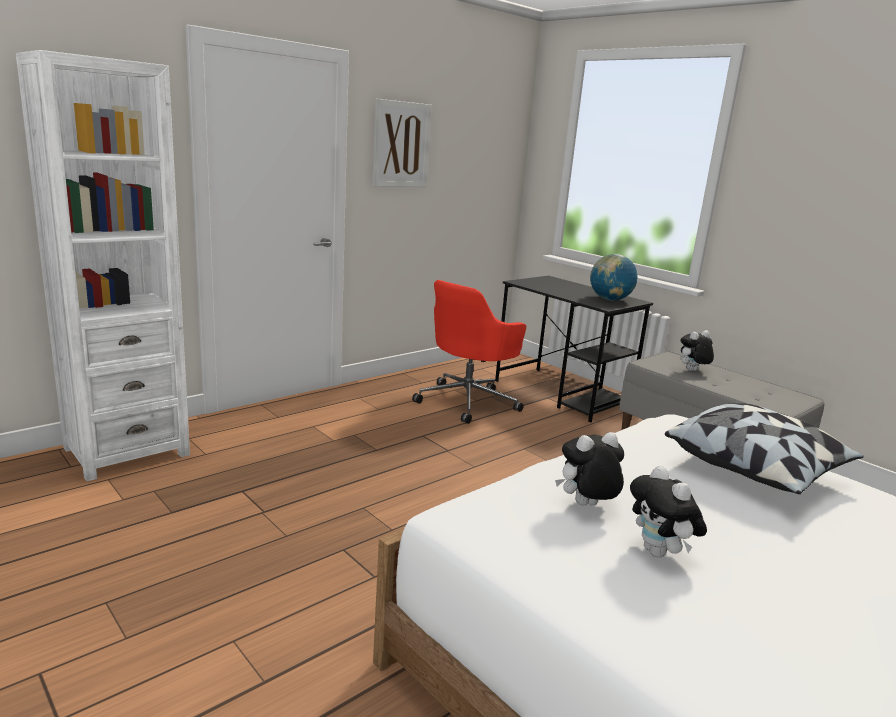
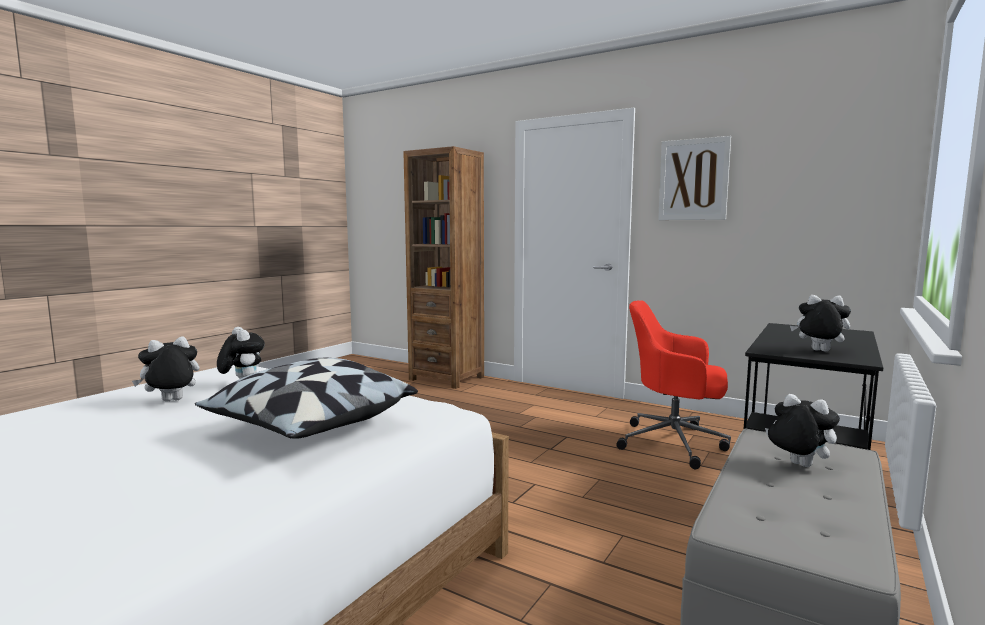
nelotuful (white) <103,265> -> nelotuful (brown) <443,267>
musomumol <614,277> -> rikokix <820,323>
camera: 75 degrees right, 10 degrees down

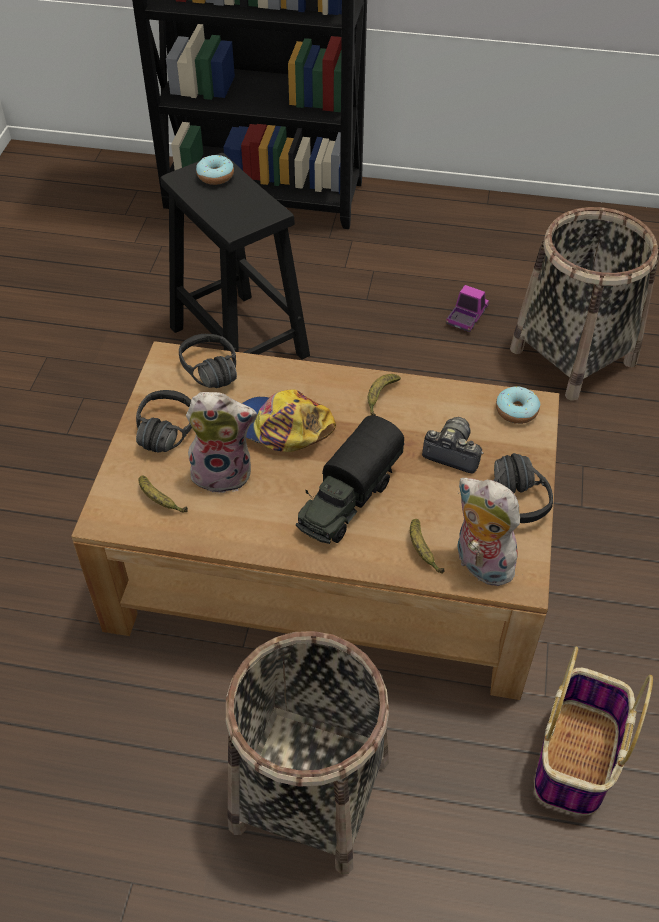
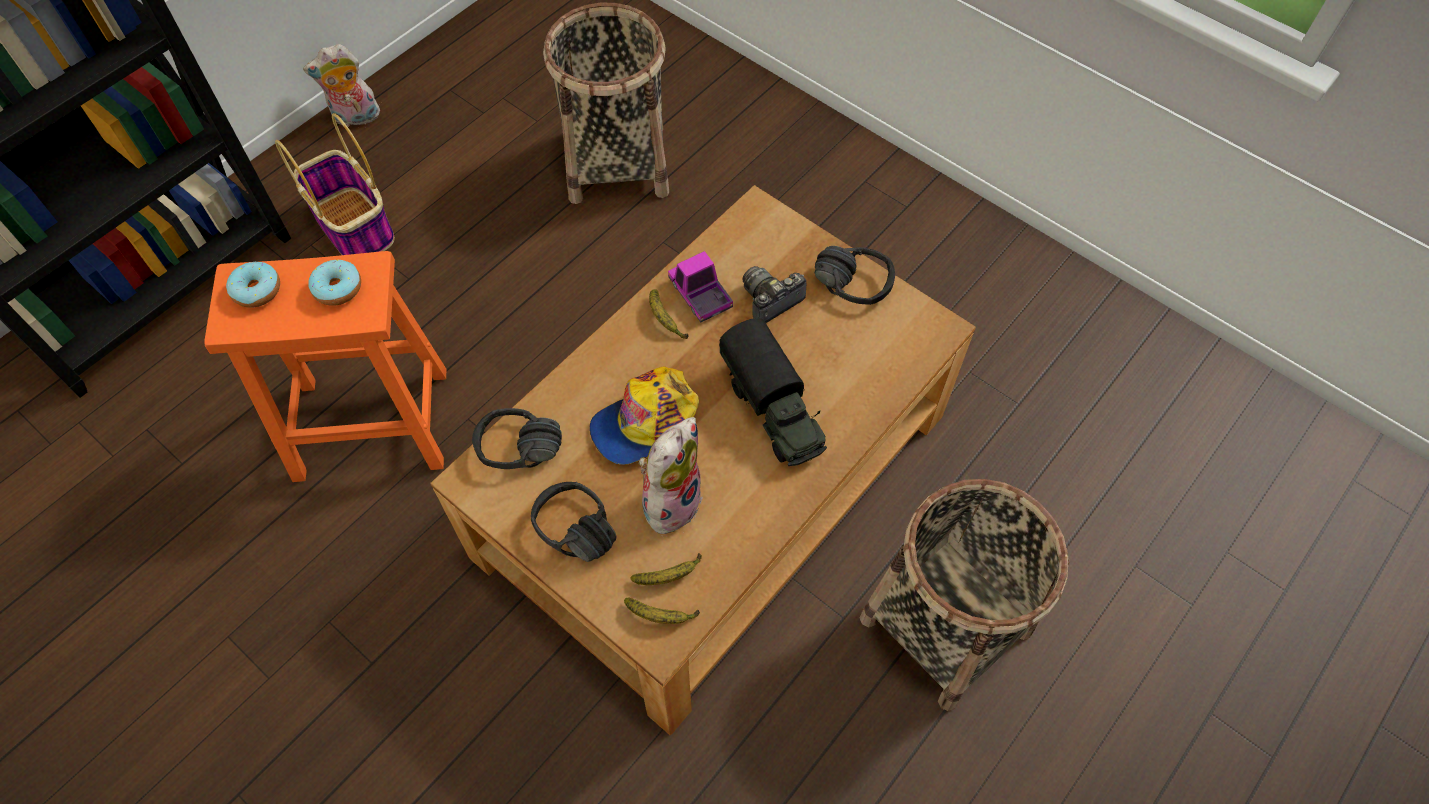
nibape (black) <235,256> -> nibape (orange) <325,366>
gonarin <593,731> -> gonarin <335,184>, relocated
rikokix <488,532> -> rikokix <341,85>, relocated
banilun <518,405> -> banilun <334,282>, relocated
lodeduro <427,546> -> lodeduro <662,611>, relocated
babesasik <467,308> -> babesasik <700,286>, relocated
camera: 60 degrees left, 10 degrees up

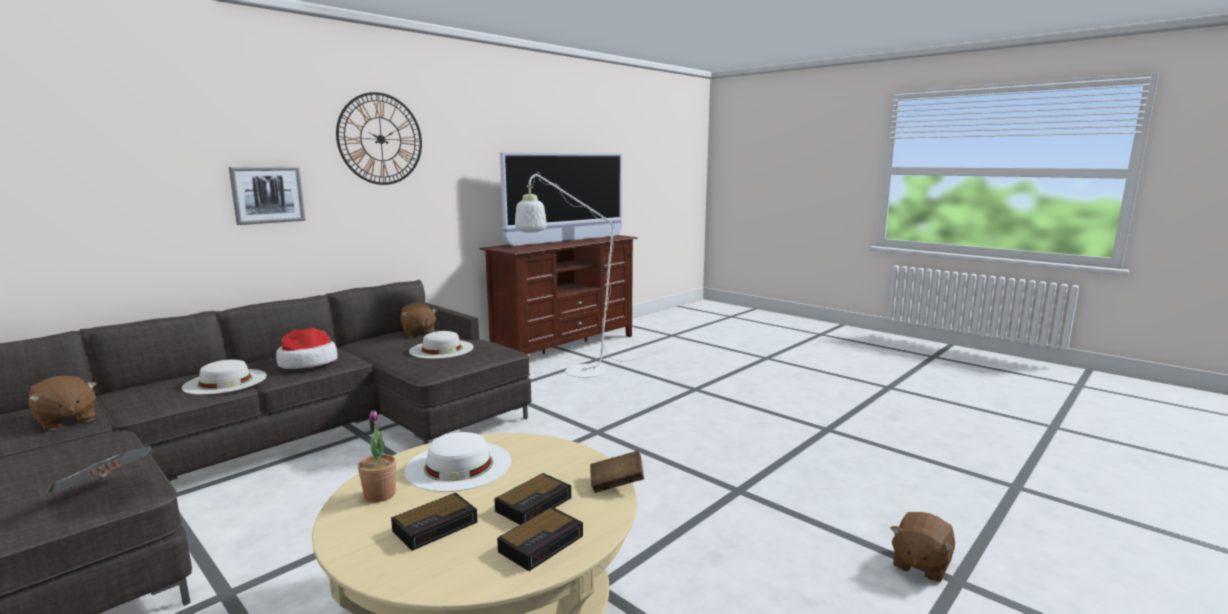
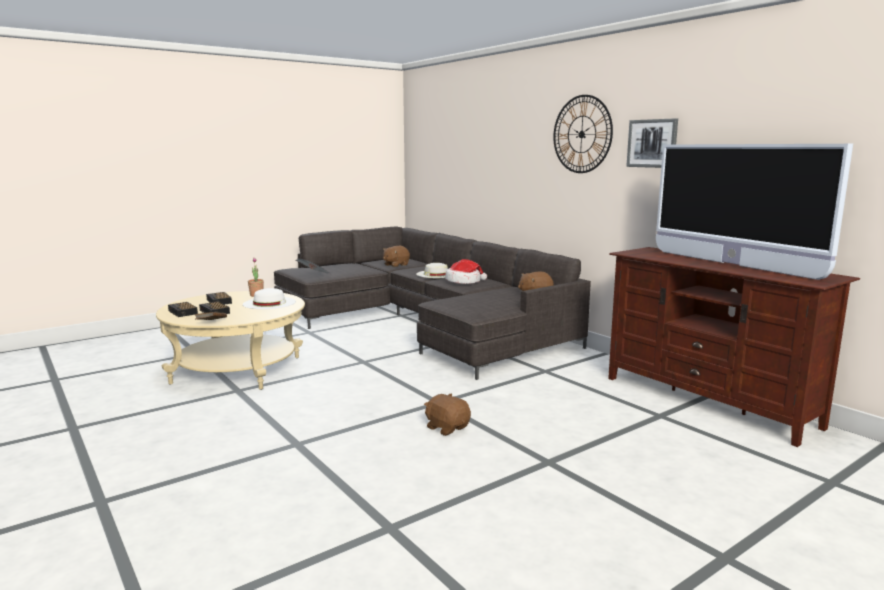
rikokix (brown) <922,547> -> rikokix (brown) <447,414>, relocated
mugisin <267,195> -> mugisin <652,143>, relocated
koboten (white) <441,345> -> none
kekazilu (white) <592,275> -> none
camera: 100 degrees right, 0 degrees up

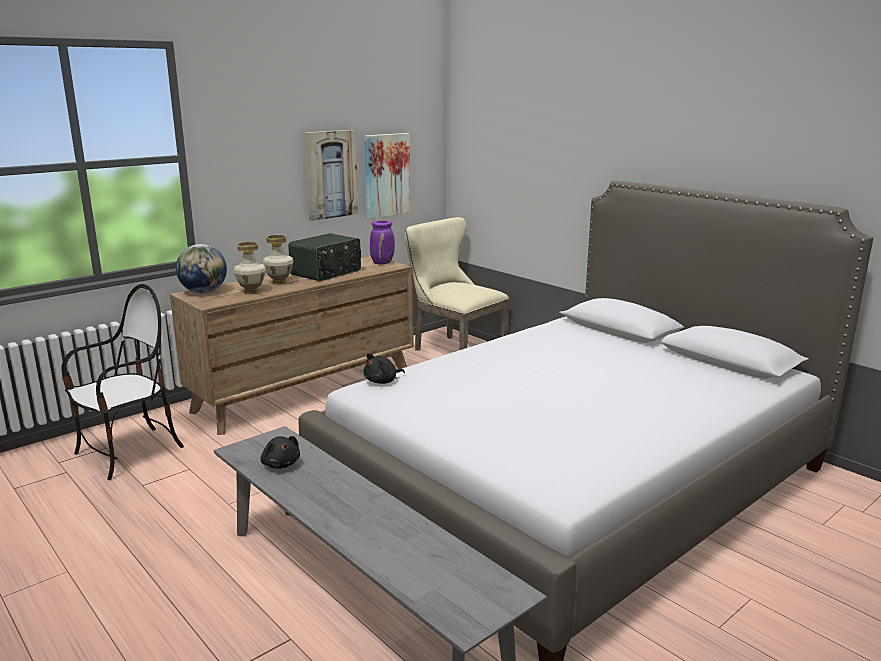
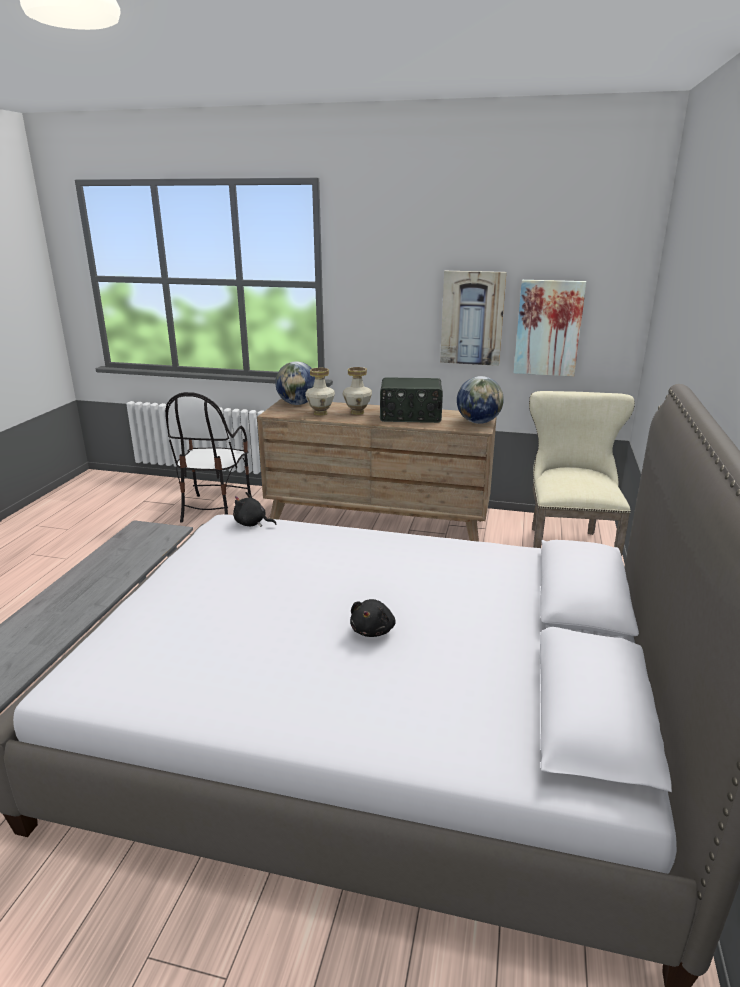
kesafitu <122,382> -> kesafitu <208,457>, 90 degrees clockwise
rikokix (black) <280,452> -> rikokix (black) <373,618>, relocated
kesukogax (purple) <382,243> -> musomumol <480,400>
camera: 55 degrees right, 5 degrees up

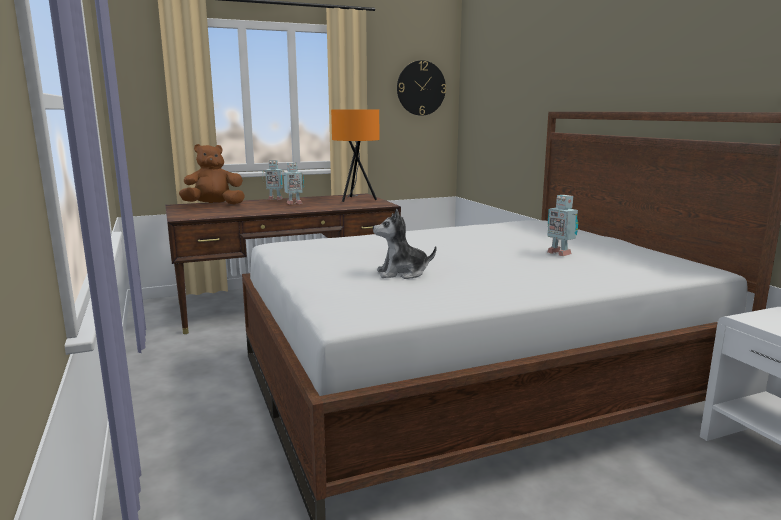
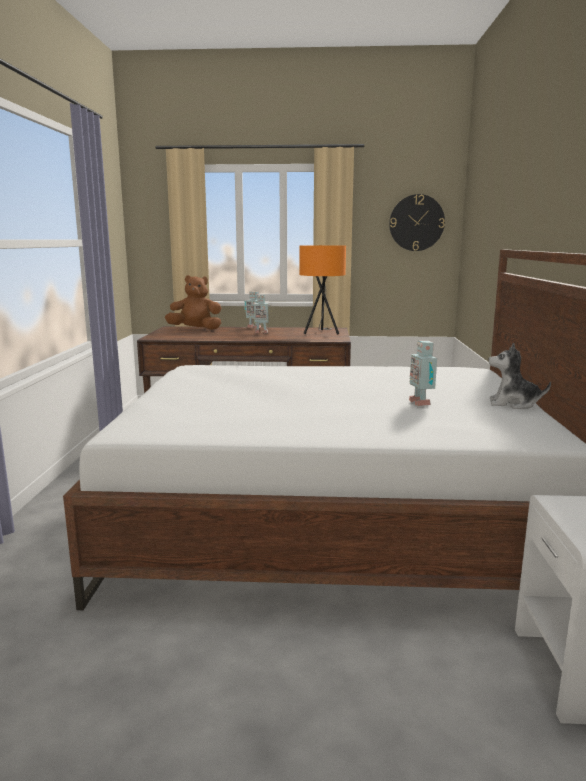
rikokix <404,244> -> rikokix <520,376>, relocated
camera: 25 degrees right, 0 degrees up

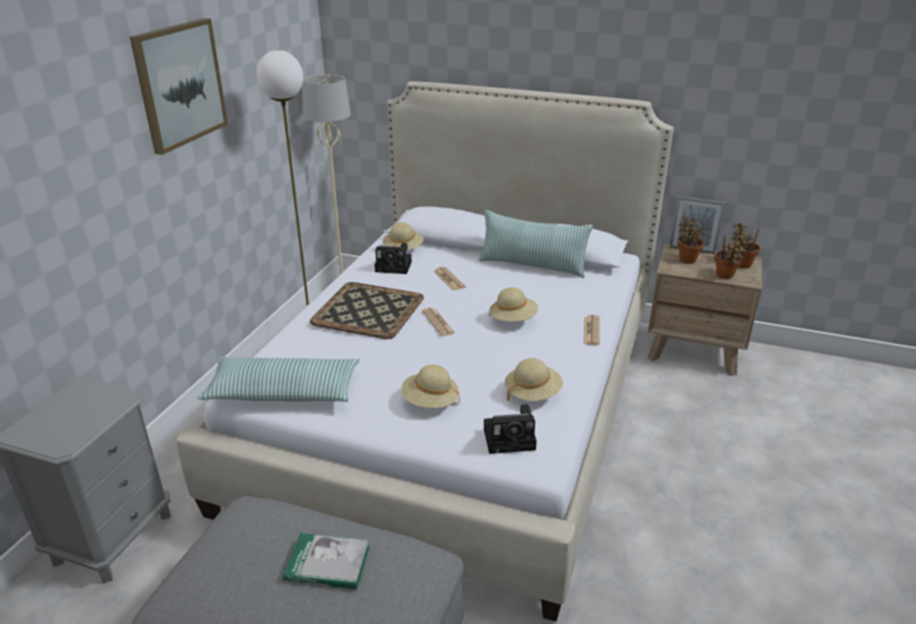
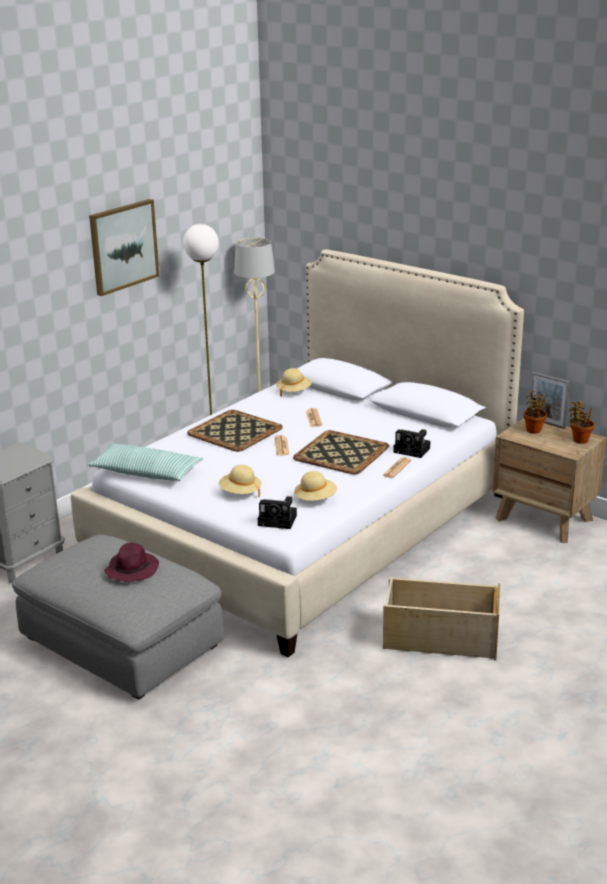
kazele <326,561> -> koboten (purple) <131,562>
koboten (beige) <513,304> -> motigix <341,452>
none -> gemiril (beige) <441,619>
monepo <393,258> -> monepo <411,443>, relocated
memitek <536,244> -> none
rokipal <731,257> -> none
camera: 20 degrees right, 5 degrees down

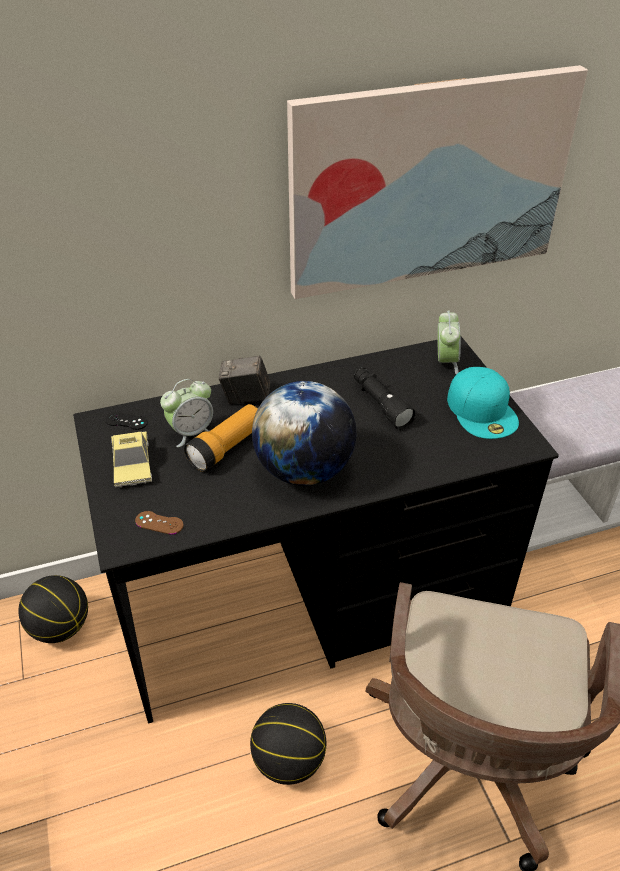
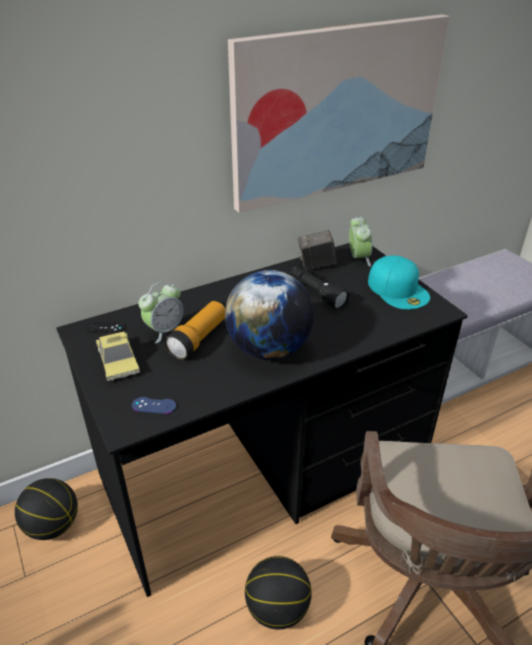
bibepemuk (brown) <159,523> -> bibepemuk (blue) <154,405>
monepo <244,380> -> monepo <317,250>, relocated
camera: 10 degrees left, 5 degrees down

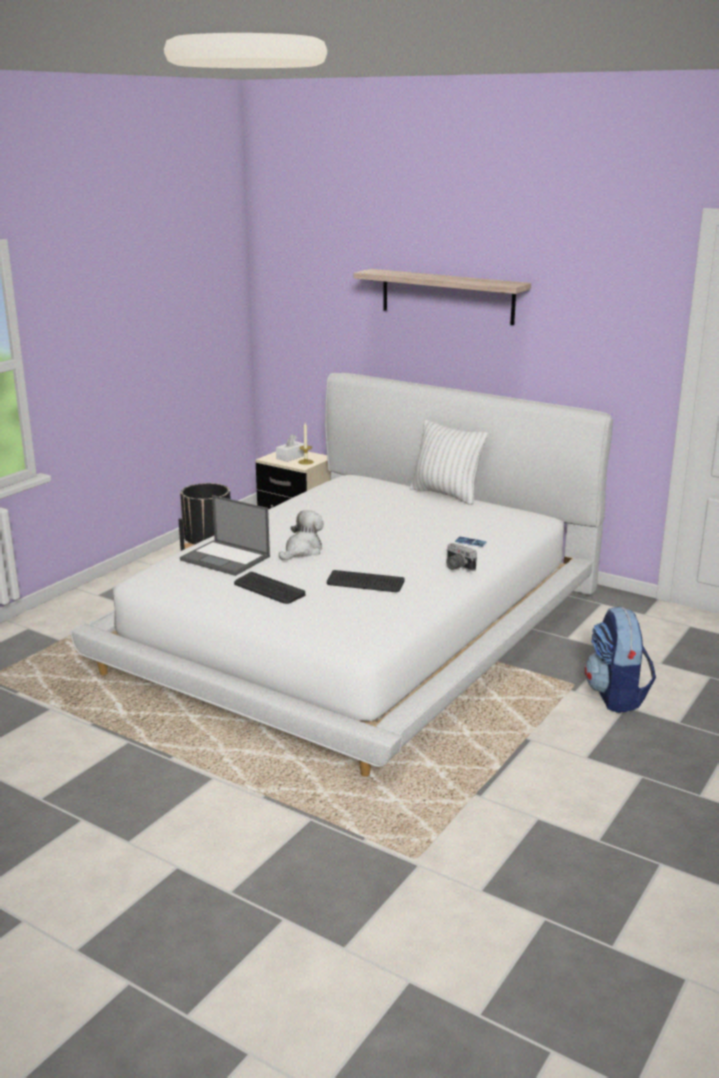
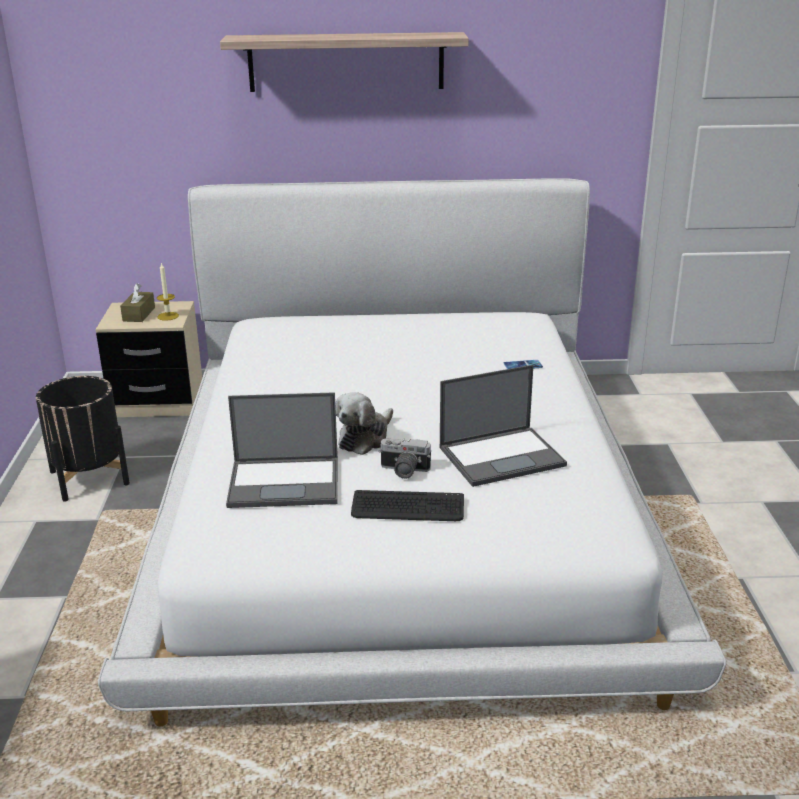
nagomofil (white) <290,448> -> nagomofil (brown) <137,302>
rikokix <301,535> -> rikokix <364,423>, 150 degrees counterclockwise
monepo <461,557> -> monepo <405,458>, relocated
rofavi <365,581> -> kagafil <503,426>
memitek (white) <449,462> -> none
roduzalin <620,660> -> none
camera: 35 degrees left, 5 degrees up

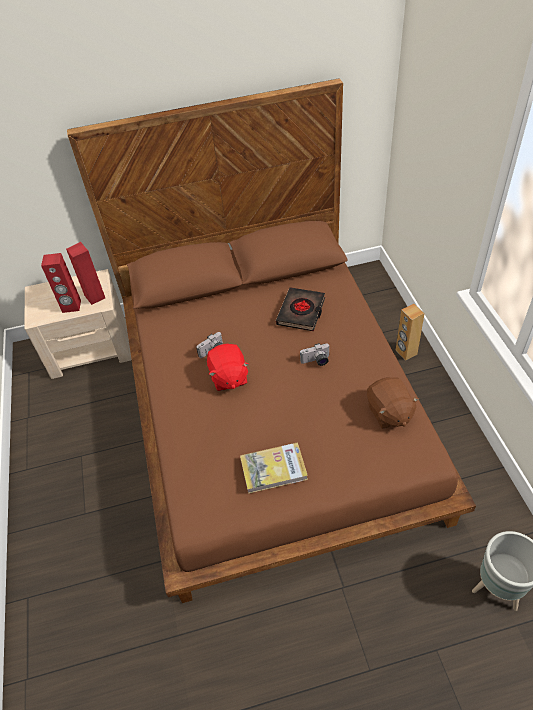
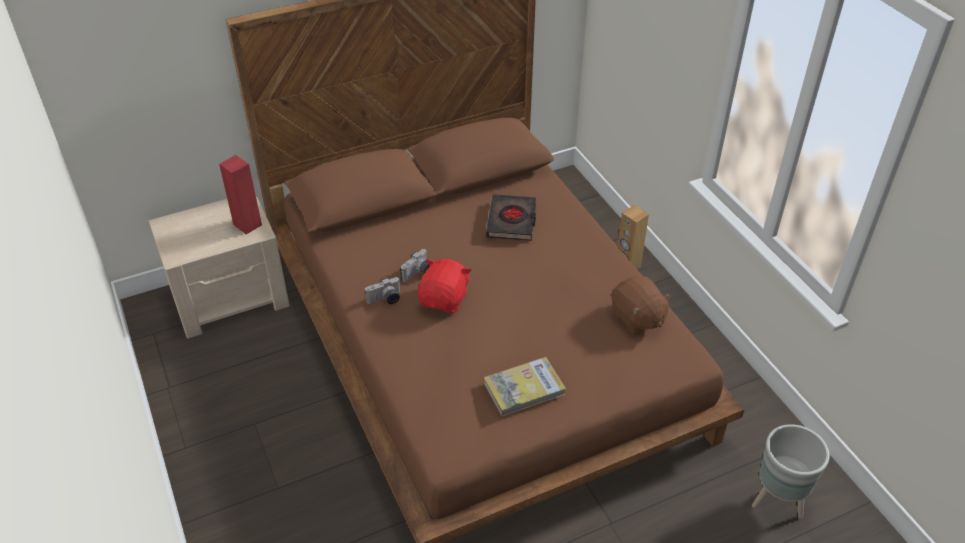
monepo <315,354> -> monepo <382,290>, relocated
rikokix (red) <228,367> -> rikokix (red) <445,286>, 135 degrees counterclockwise
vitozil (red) <61,283> -> none
camera: 15 degrees left, 5 degrees down

